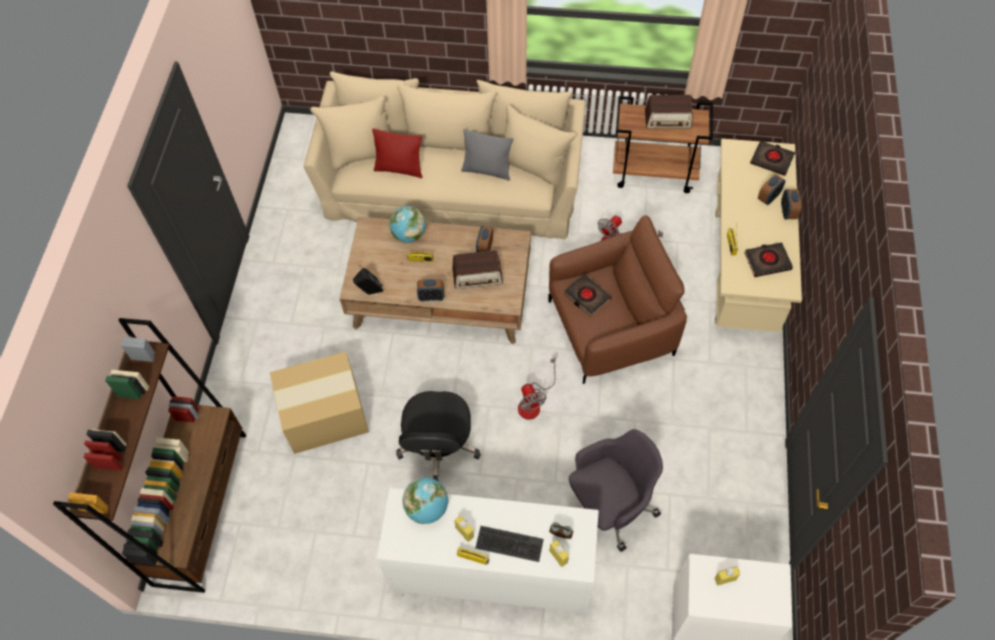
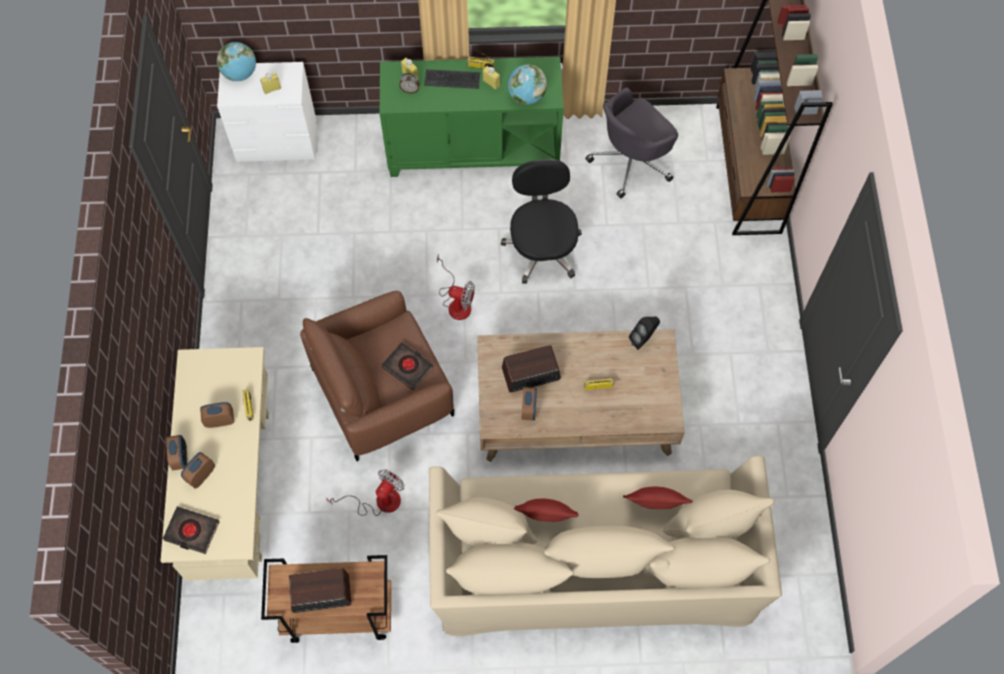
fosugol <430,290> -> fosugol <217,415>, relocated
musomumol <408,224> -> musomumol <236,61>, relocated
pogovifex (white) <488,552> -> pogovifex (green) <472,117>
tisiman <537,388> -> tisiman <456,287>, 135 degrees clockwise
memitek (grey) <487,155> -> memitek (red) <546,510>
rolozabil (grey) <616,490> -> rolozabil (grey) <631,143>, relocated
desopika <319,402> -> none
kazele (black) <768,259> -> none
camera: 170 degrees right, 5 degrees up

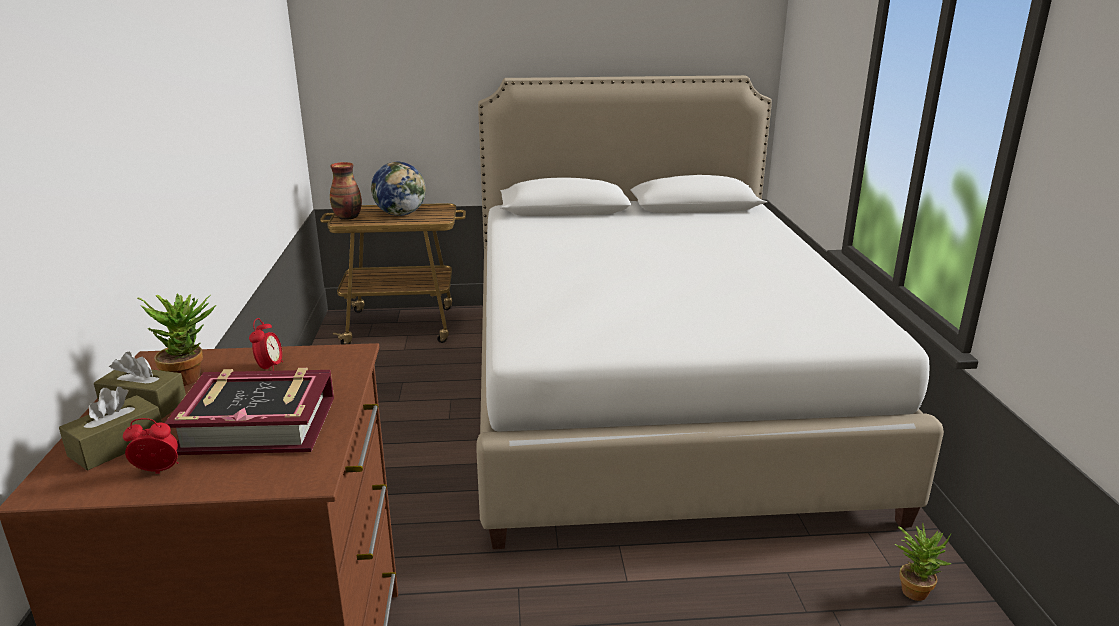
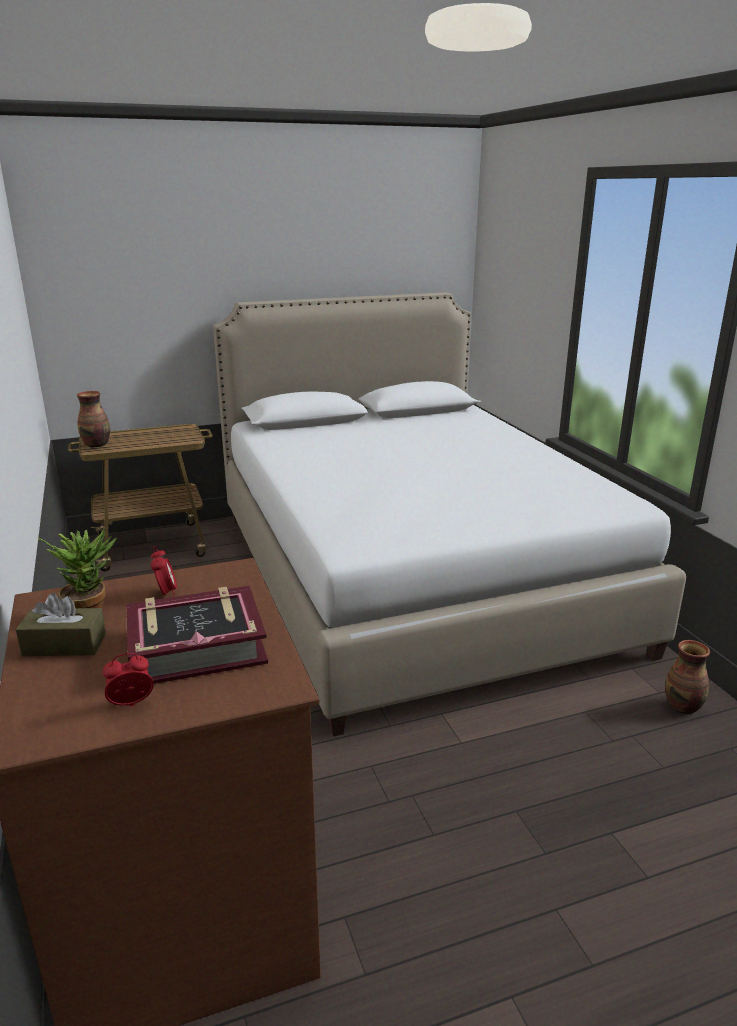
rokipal <923,561> -> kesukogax <687,677>
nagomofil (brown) <110,428> -> none
musomumol <398,189> -> none
camera: 15 degrees left, 0 degrees up

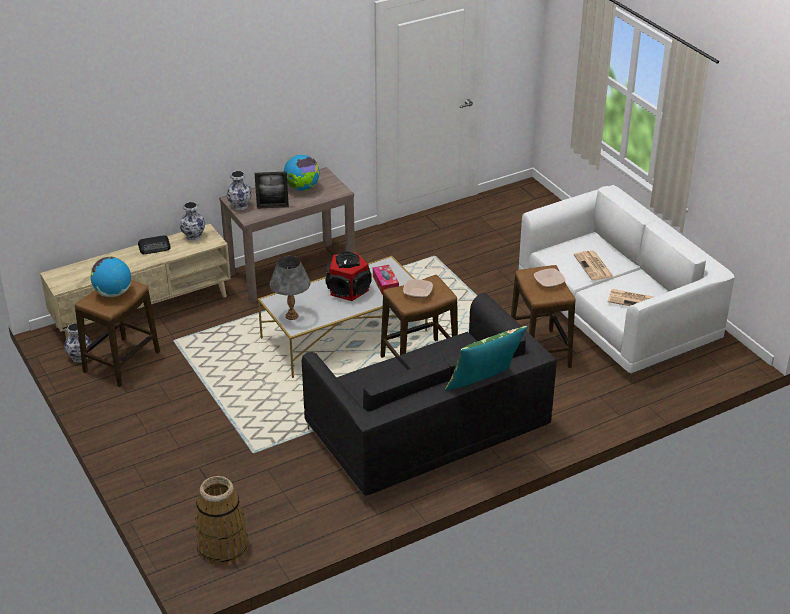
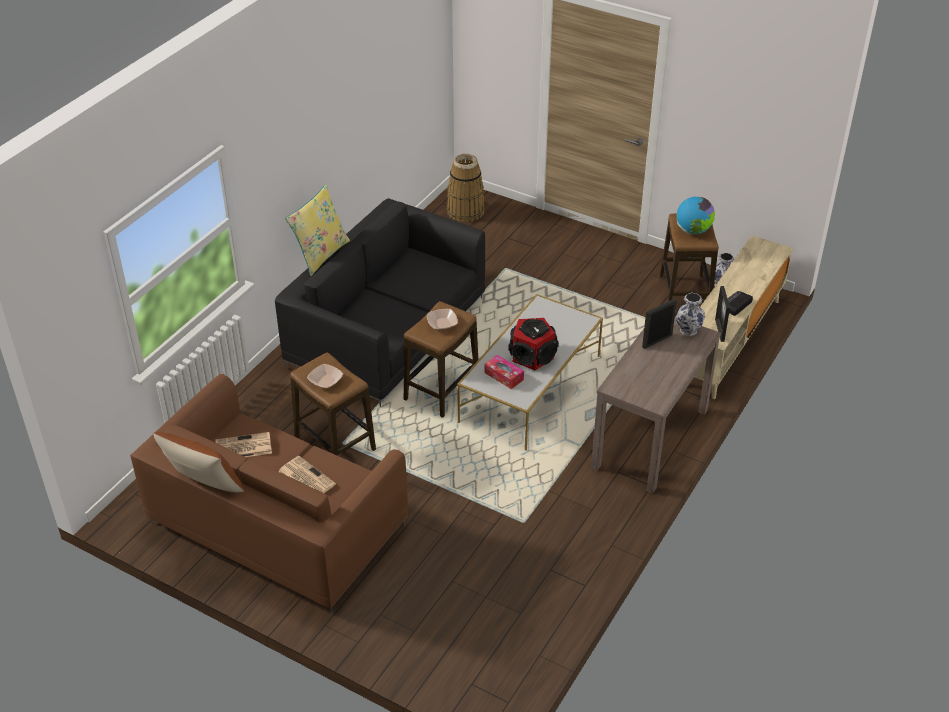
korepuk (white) <627,283> -> korepuk (brown) <269,494>
none -> memitek (brown) <198,462>
memitek (green) <486,358> -> memitek (yellow) <317,230>
kesukogax <192,221> -> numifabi <722,314>
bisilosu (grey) <290,288> -> none
musomumol <302,173> -> none
camera: 150 degrees right, 5 degrees up

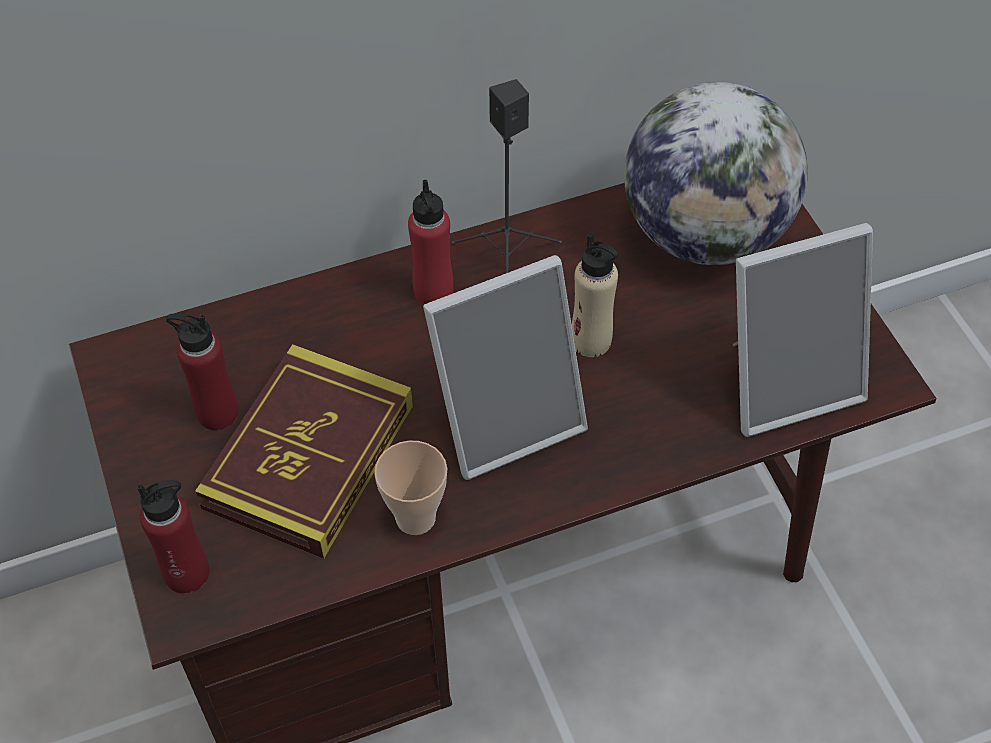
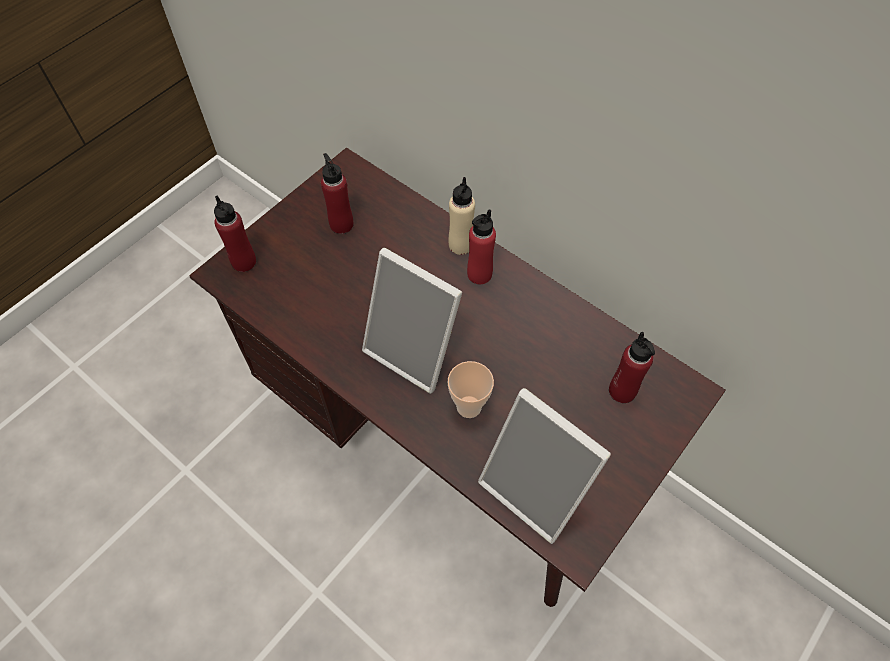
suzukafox <410,488> -> suzukafox <471,389>, relocated
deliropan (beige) <595,295> -> deliropan (beige) <462,216>, relocated
musomumol <716,173> -> deliropan (red) <632,367>
kazele <304,451> -> none
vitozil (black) <507,176> -> none
camera: 60 degrees right, 5 degrees up

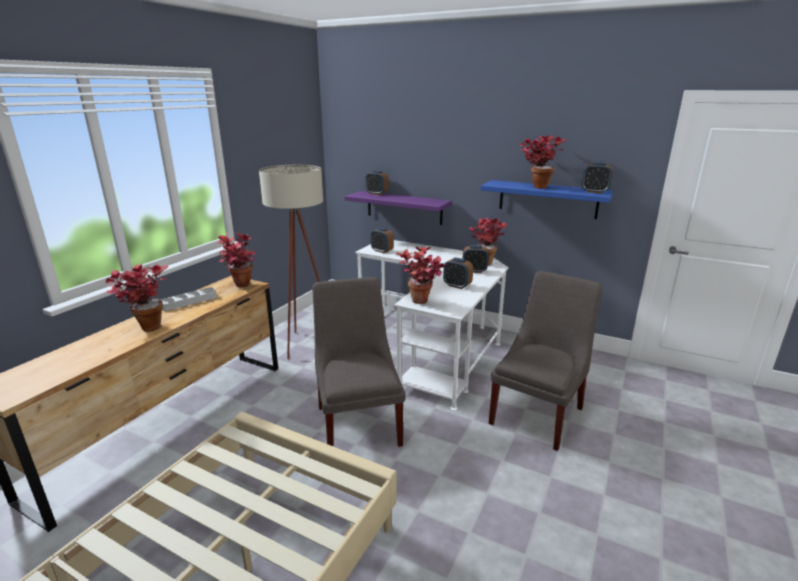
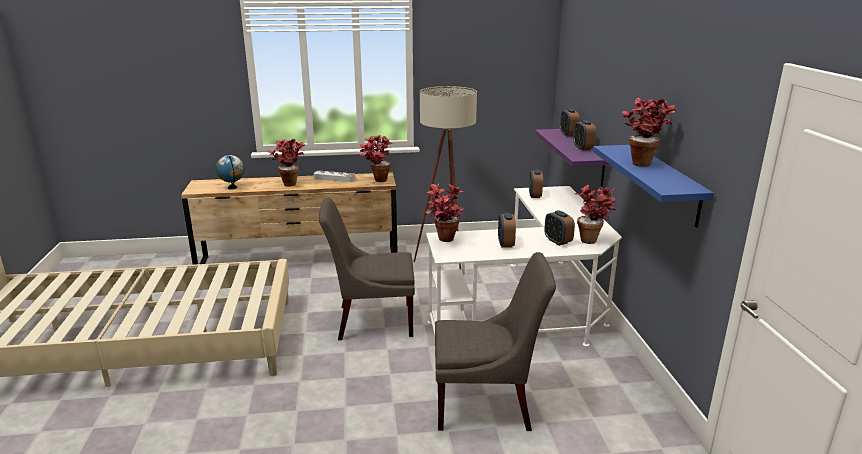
none -> musomumol <230,172>
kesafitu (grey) <358,362> -> kesafitu (grey) <367,268>, 135 degrees counterclockwise
fosugol <597,178> -> fosugol <584,135>, relocated
camera: 55 degrees right, 0 degrees up

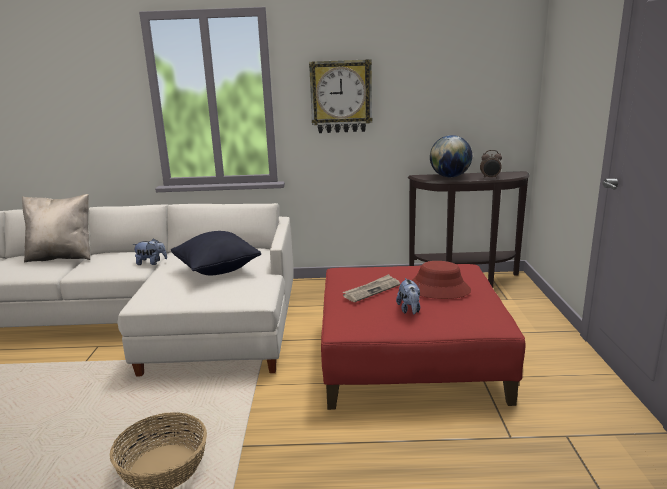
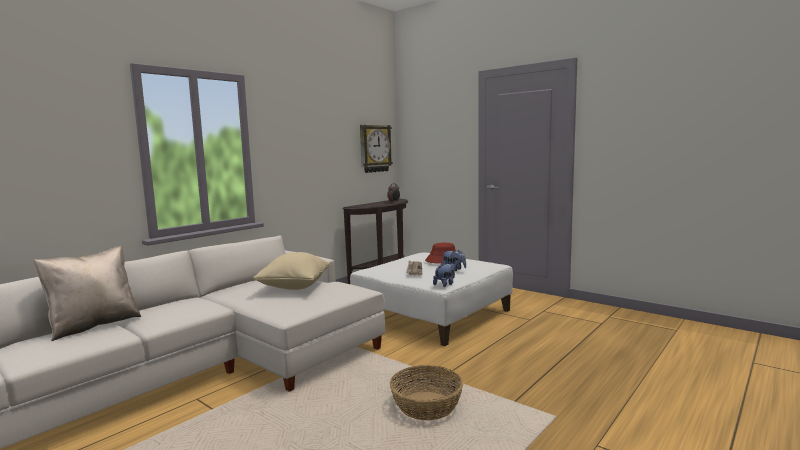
memitek (black) <216,253> -> memitek (beige) <292,271>
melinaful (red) <423,337> -> melinaful (white) <431,299>
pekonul <340,96> -> pekonul <376,149>, relocated
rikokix <149,251> -> rikokix <444,275>, relocated
musomumol <451,156> -> none
camera: 50 degrees left, 10 degrees down

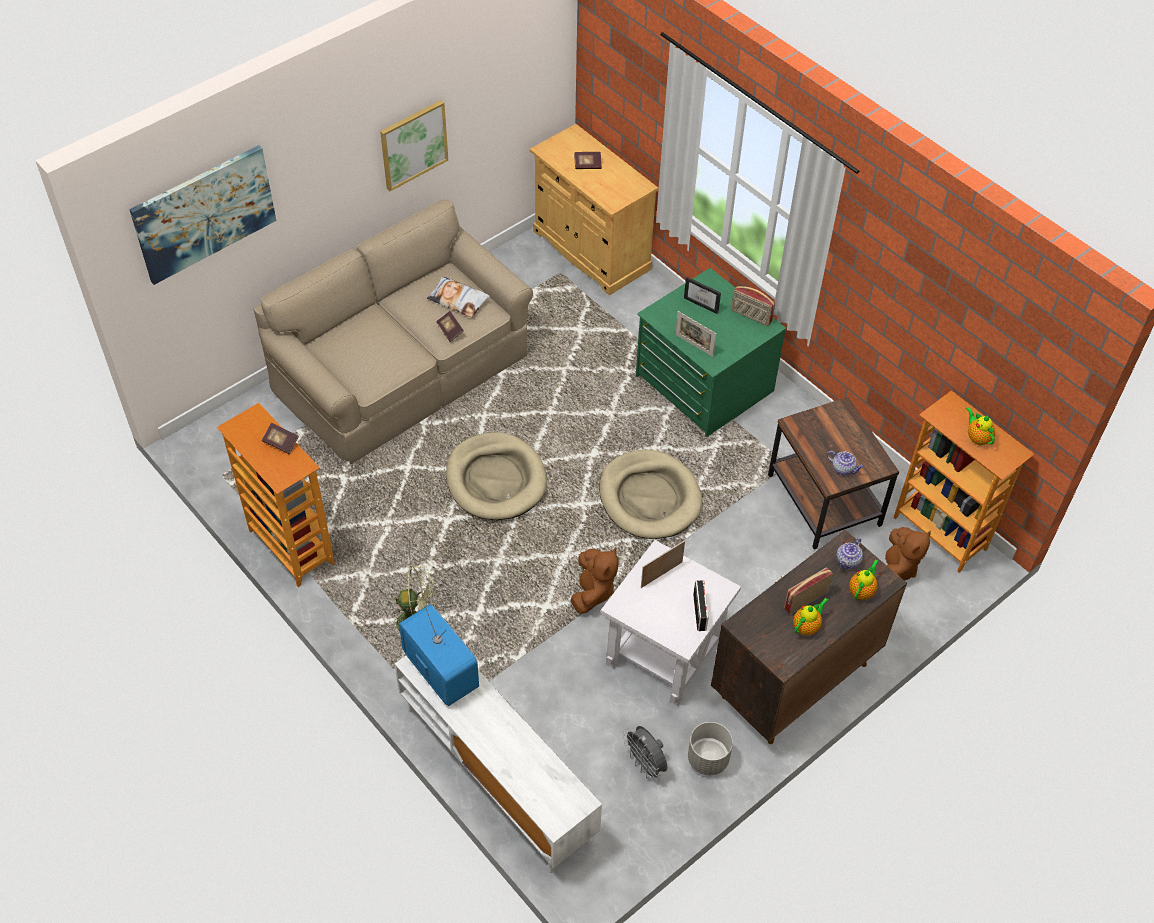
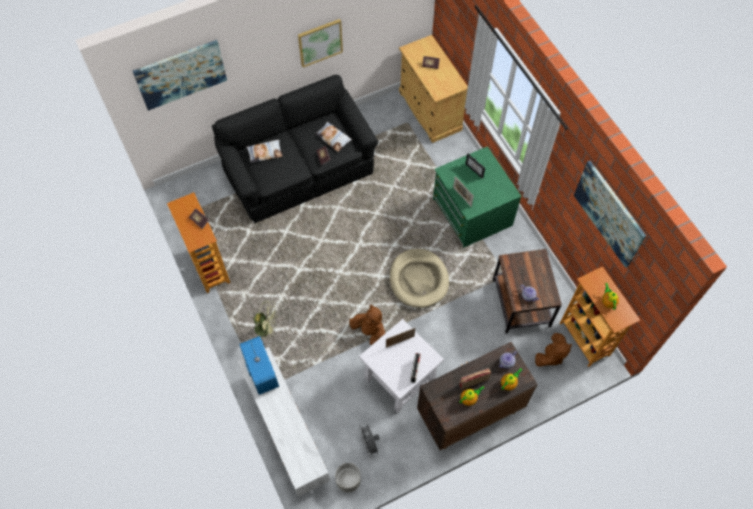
korepuk (beige) <393,331> -> korepuk (black) <295,149>
none -> memitek <264,151>
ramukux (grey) <710,748> -> ramukux (grey) <348,477>, relocated
rikokix (brown) <595,580> -> rikokix (brown) <367,324>, 75 degrees counterclockwise
none -> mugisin <610,214>
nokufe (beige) <496,476> -> none
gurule <753,306> -> none
camera: 15 degrees right, 10 degrees up

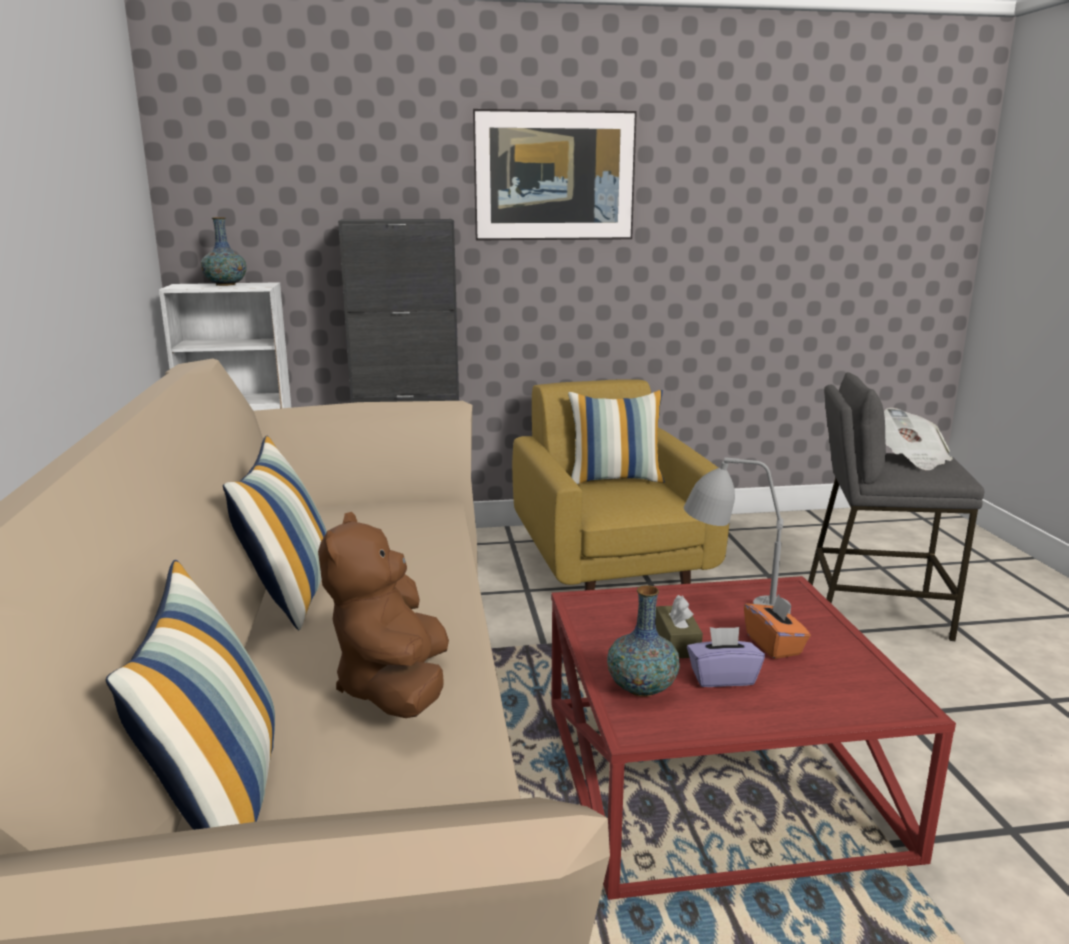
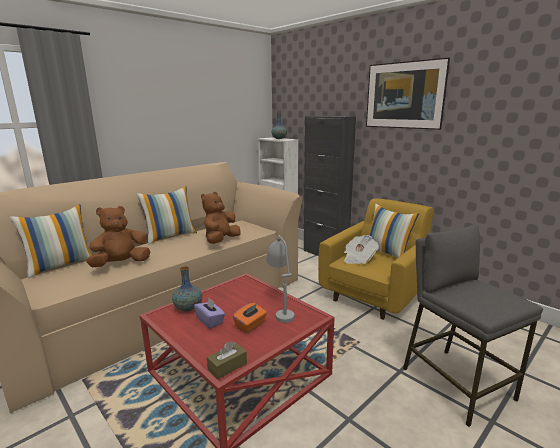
none -> rikokix (brown) <220,218>
nagomofil (brown) <679,626> -> nagomofil (brown) <227,360>, relocated
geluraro <918,439> -> geluraro <361,249>, relocated
camera: 55 degrees right, 0 degrees up

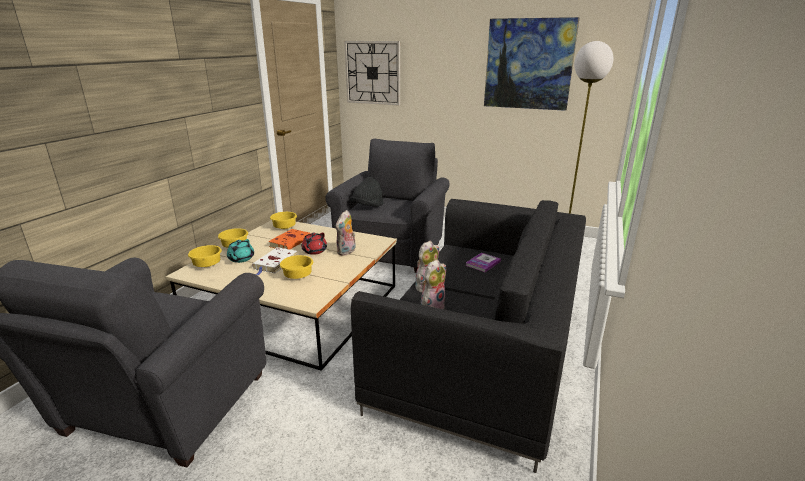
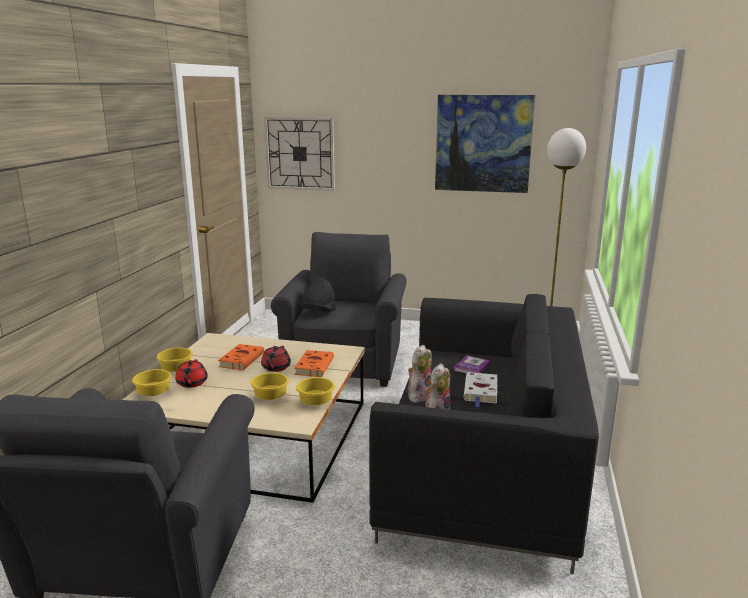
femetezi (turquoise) <240,251> -> femetezi (red) <191,373>
rikokix <346,233> -> kazele (orange) <314,363>
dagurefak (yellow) <283,220> -> dagurefak (yellow) <315,391>, relocated
kazele (white) <274,261> -> kazele (white) <481,389>, relocated
camera: 10 degrees left, 5 degrees down

